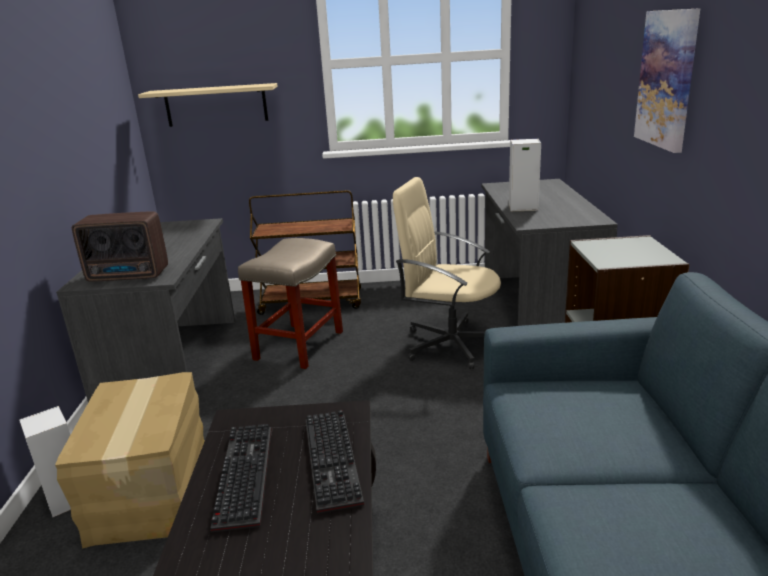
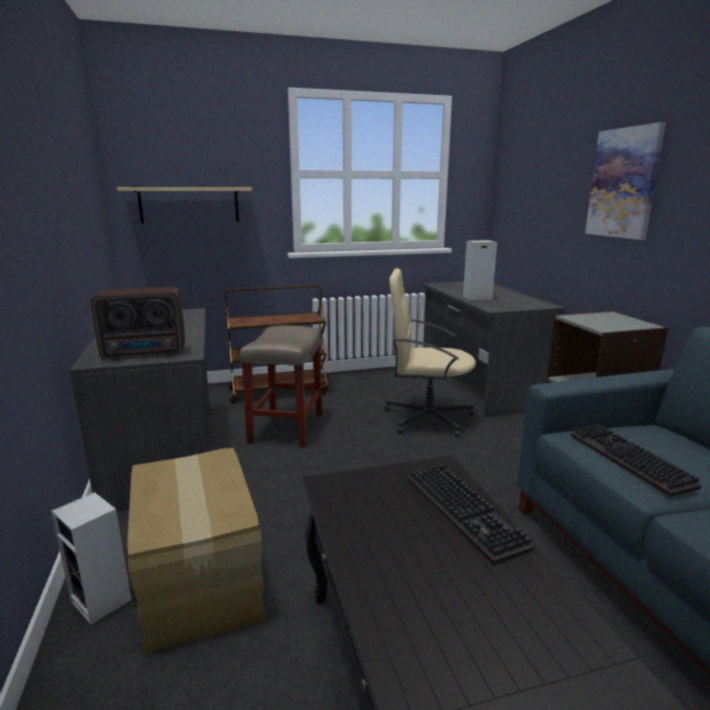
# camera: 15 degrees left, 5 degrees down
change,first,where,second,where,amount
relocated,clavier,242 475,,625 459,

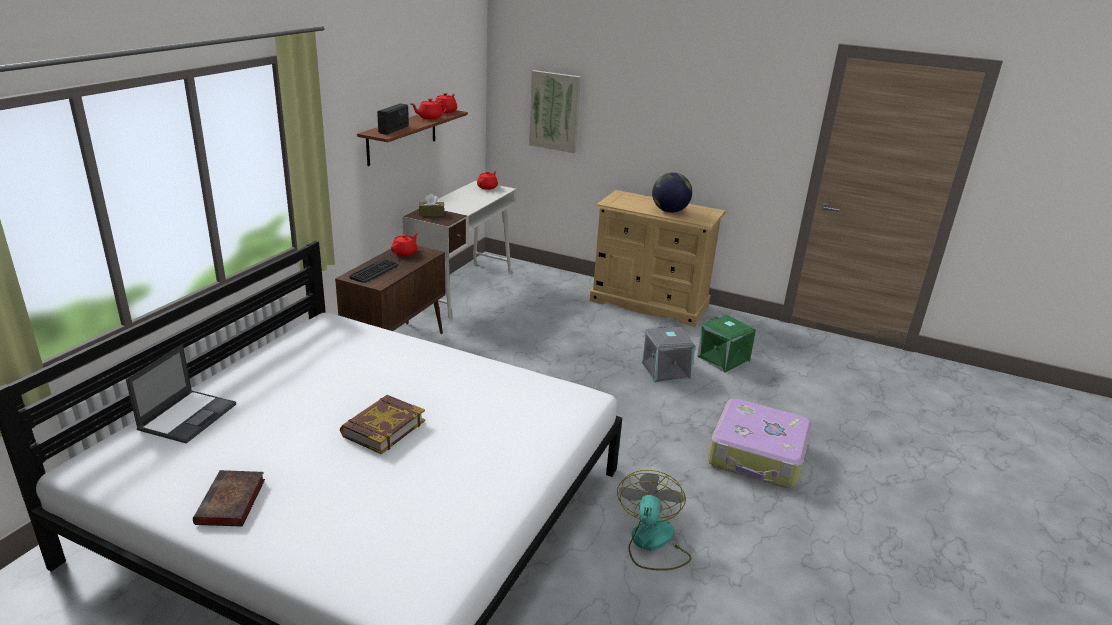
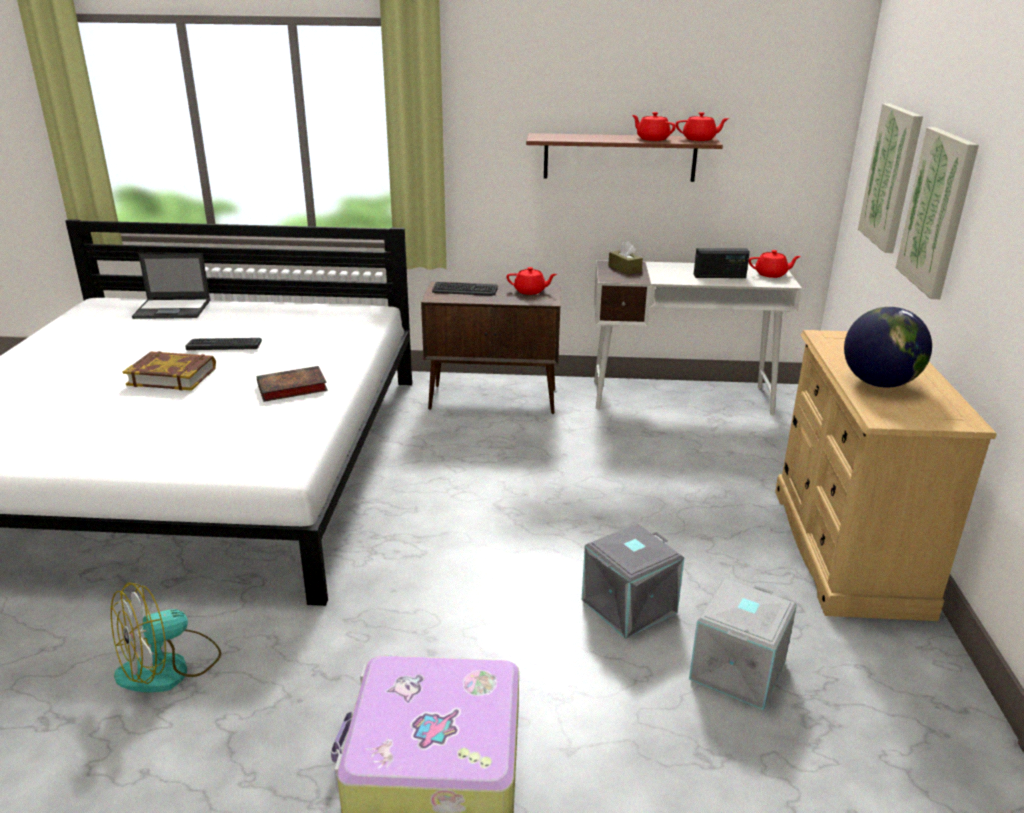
# camera: 70 degrees right, 0 degrees up
change,first,where,second,where,amount
appeared,,,clavier,224 344,
appeared,,,tableau,937 212,
relocated,livre,231 503,,290 388,
relocated,radio,394 129,,719 276,
colour,boîte de rangement (vert),722 359,boîte de rangement (gris),736 669,
spun,ventilateur,652 544,,169 667,150 degrees clockwise

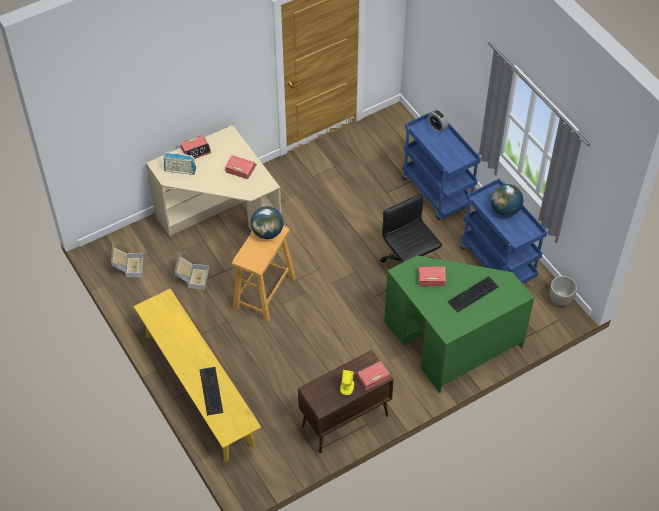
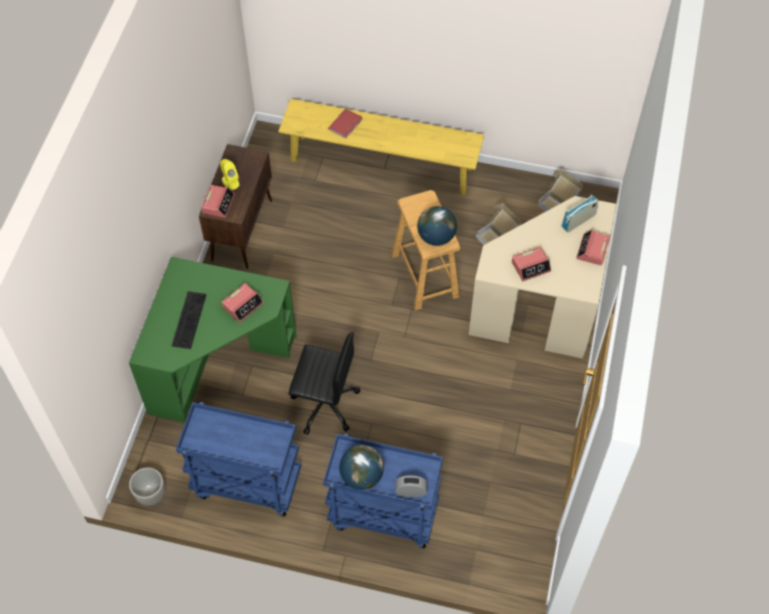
# camera: 135 degrees right, 5 degrees up
change,first,where,second,where,amount
relocated,globe,505 210,,361 476,
exchanged,clavier,210 390,livre (rouge),346 124,

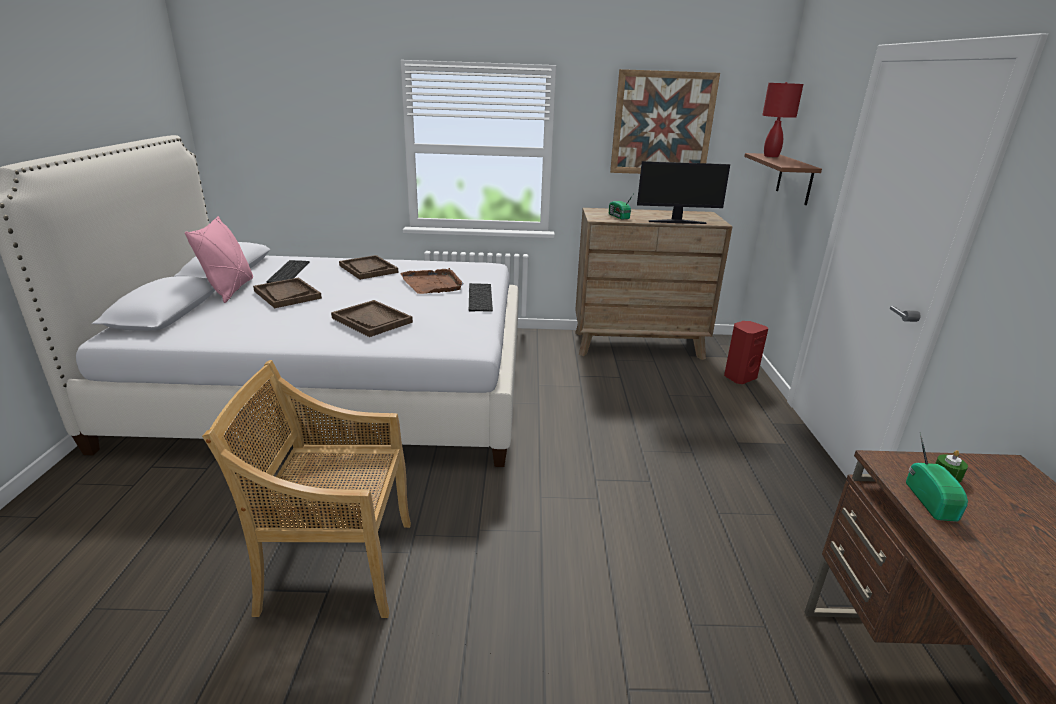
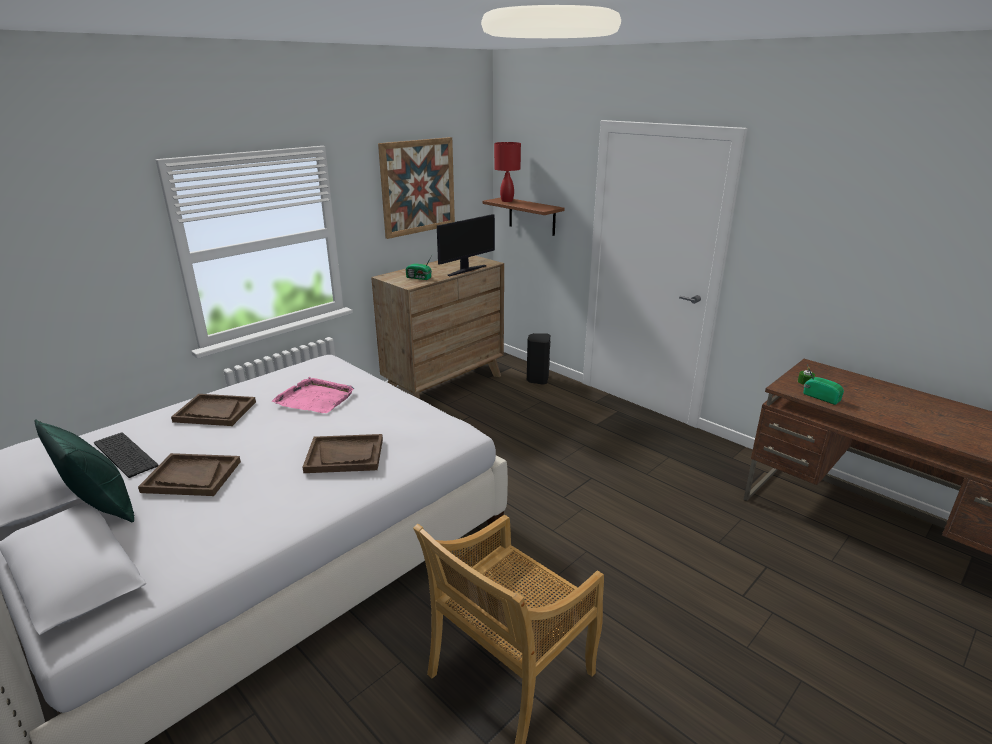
# camera: 45 degrees left, 0 degrees up
change,first,where,second,where,amount
missing,clavier,478 297,,,
colour,coussin (rose),230 290,coussin (vert),101 507,
colour,plateau (marron),433 284,plateau (rose),315 398,
colour,enceinte (rouge),738 377,enceinte (noir),537 379,

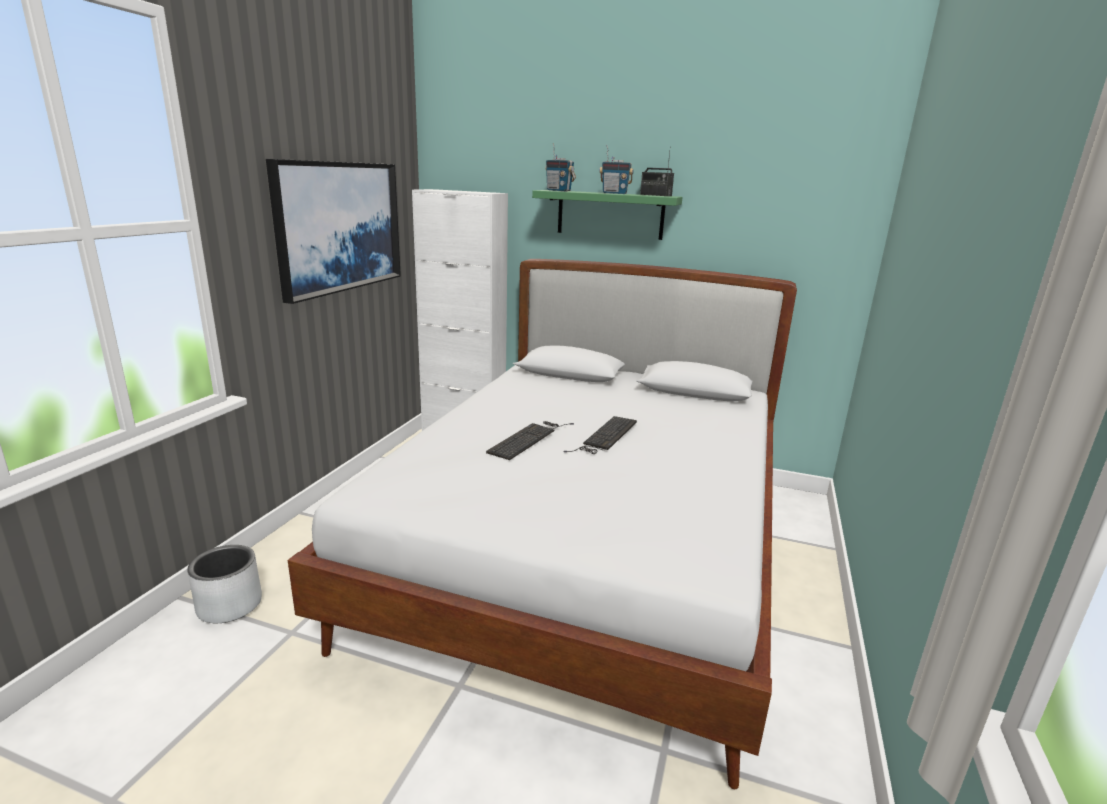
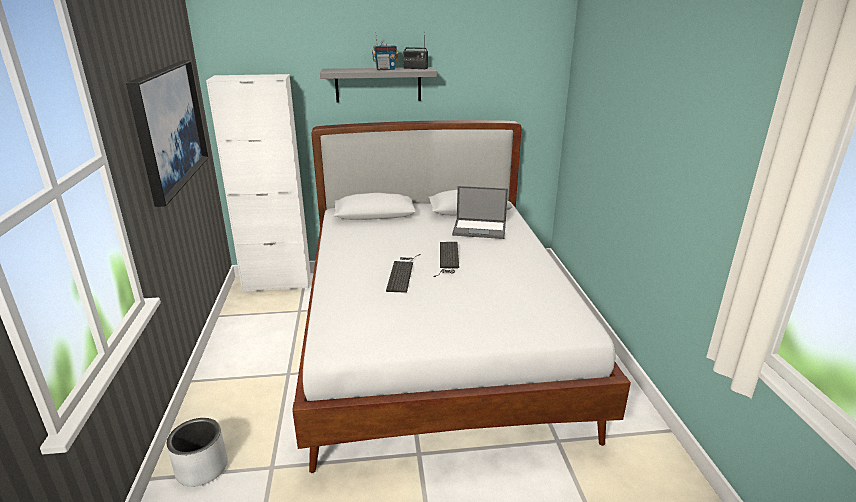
# camera: 25 degrees left, 5 degrees up
change,first,where,second,where,amount
missing,radio,559 190,,,
appeared,,,ordinateur portable,480 229,
colour,étagère (vert),610 214,étagère (gris),378 84,

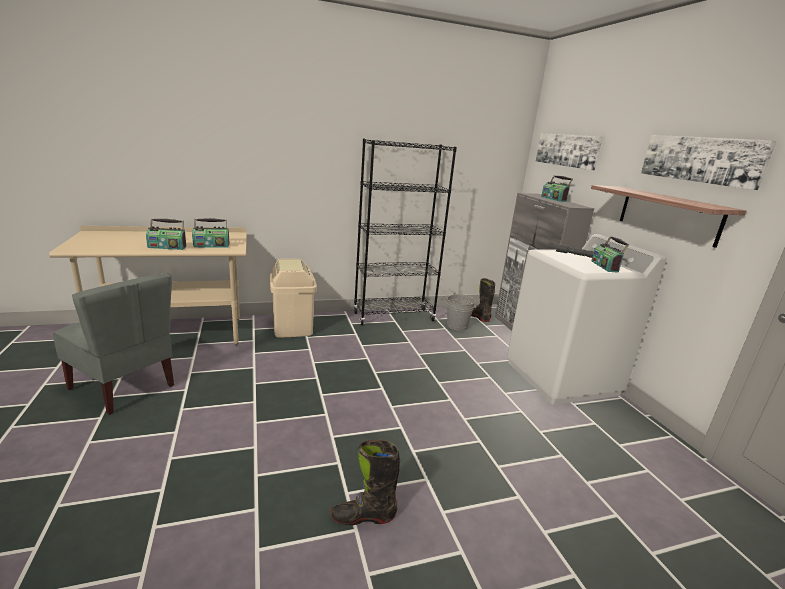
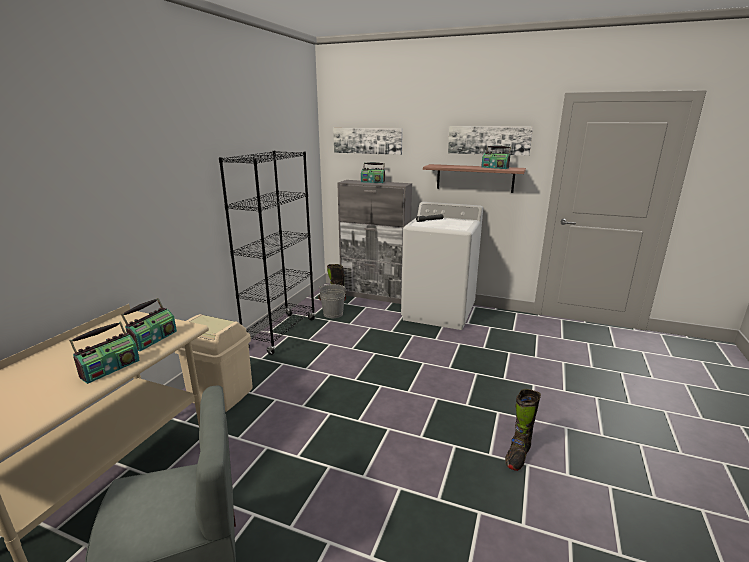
# camera: 50 degrees left, 0 degrees up
change,first,where,second,where,amount
relocated,radio,605 266,,495 167,

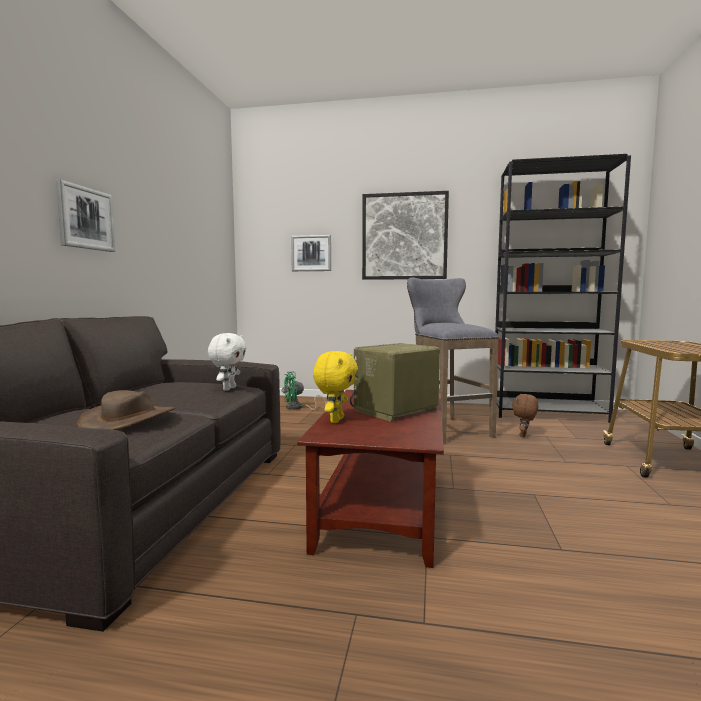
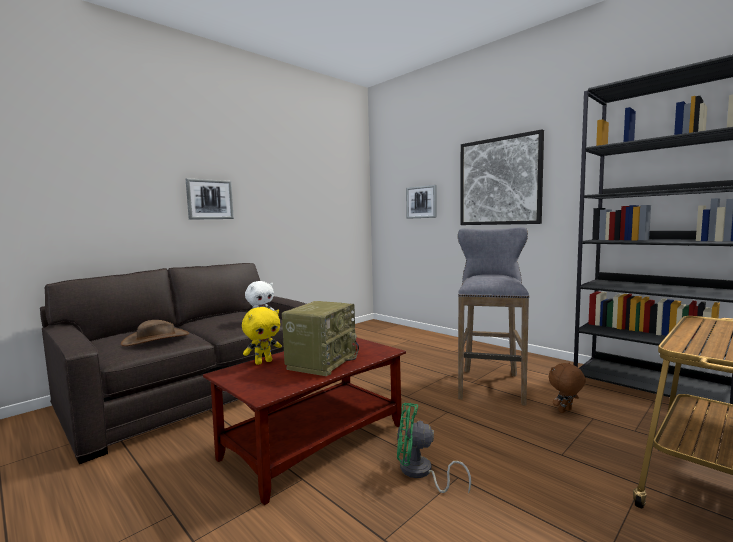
# camera: 35 degrees right, 0 degrees up
change,first,where,second,where,amount
relocated,ventilateur (vert),298 408,,420 473,
spun,radio,395 411,,321 362,120 degrees clockwise

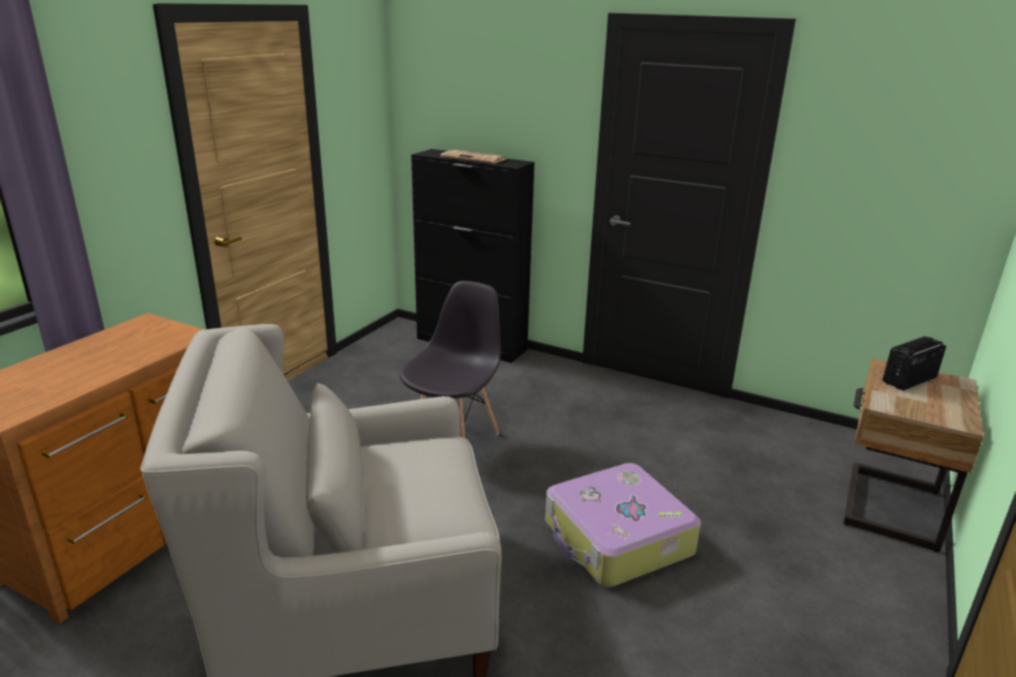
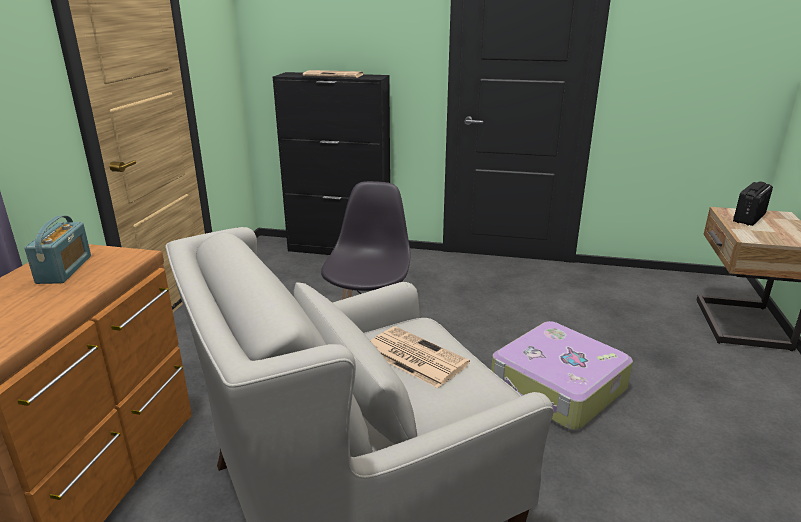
# camera: 15 degrees left, 0 degrees up
change,first,where,second,where,amount
appeared,,,radio,64 269,
appeared,,,journal,413 356,

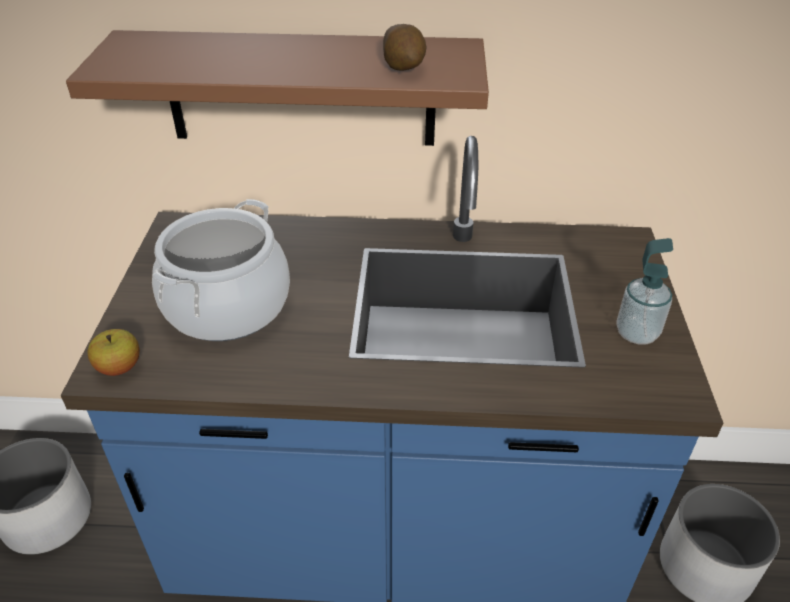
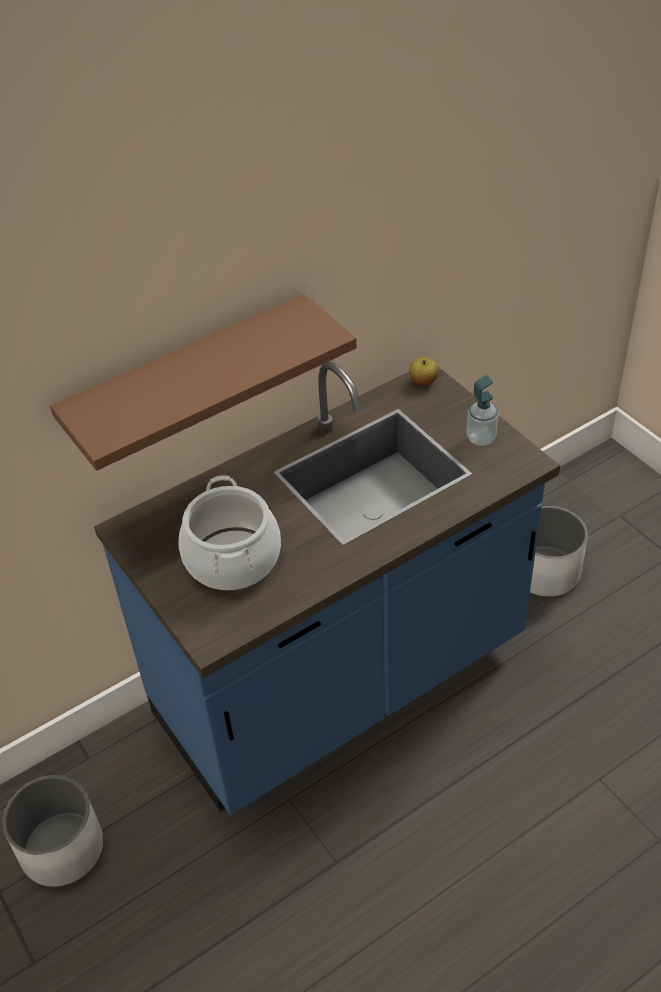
# camera: 35 degrees left, 5 degrees up
change,first,where,second,where,amount
missing,pomme de terre,404 66,,,
relocated,pomme,119 367,,423 381,

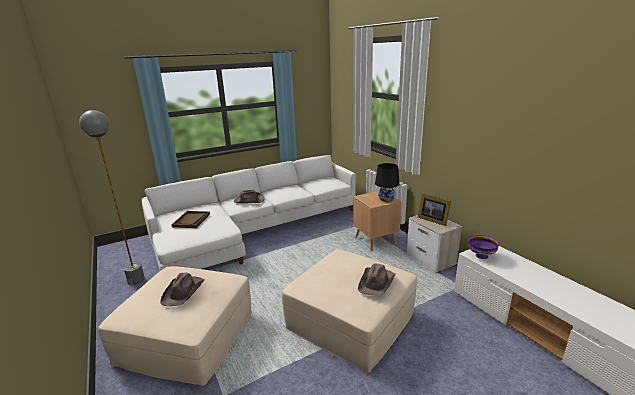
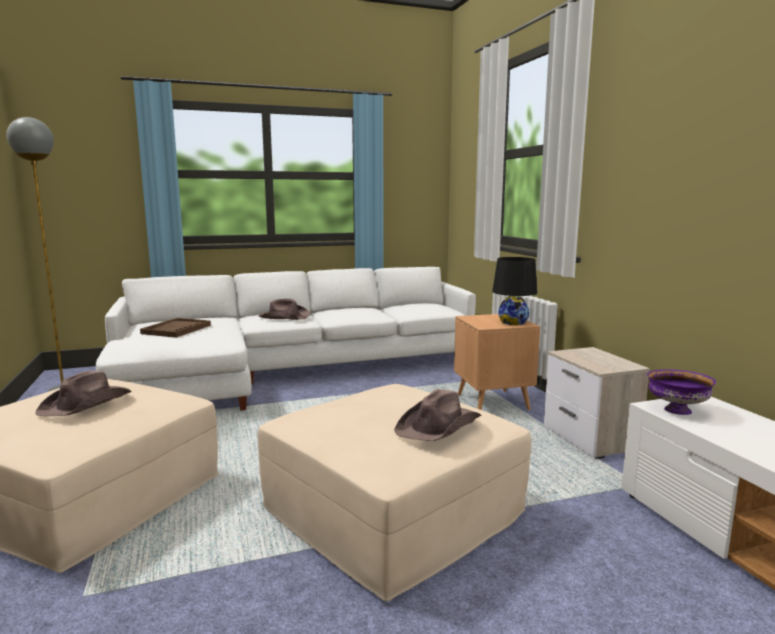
# camera: 10 degrees right, 10 degrees down
change,first,where,second,where,amount
missing,cadre photo,432 220,,,

